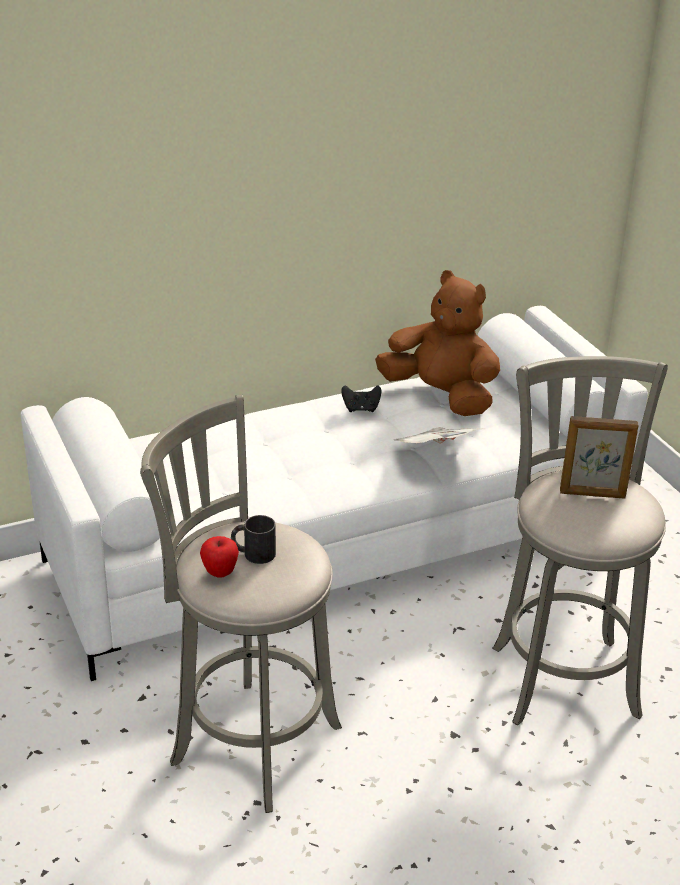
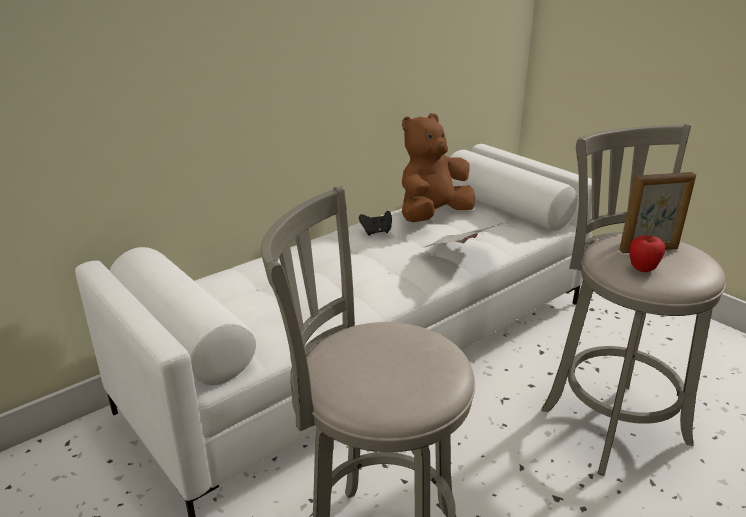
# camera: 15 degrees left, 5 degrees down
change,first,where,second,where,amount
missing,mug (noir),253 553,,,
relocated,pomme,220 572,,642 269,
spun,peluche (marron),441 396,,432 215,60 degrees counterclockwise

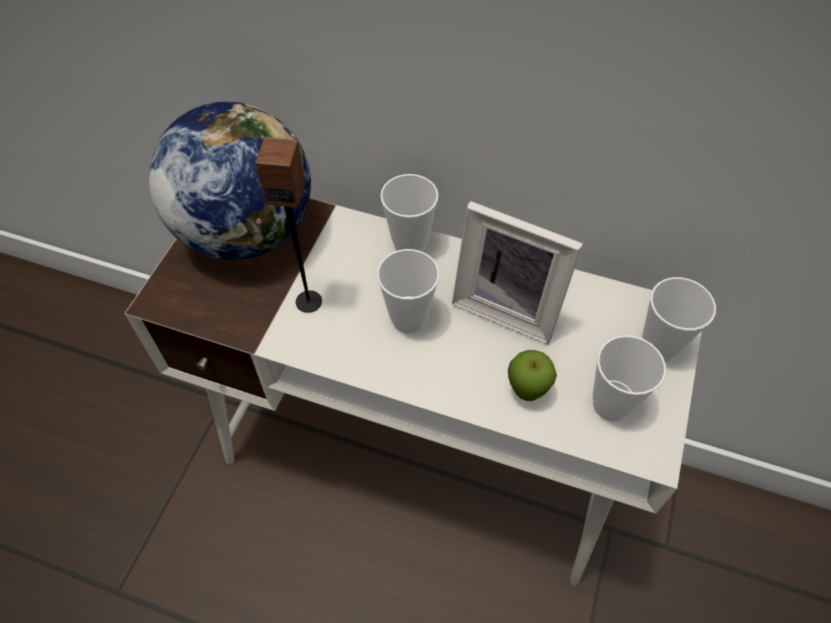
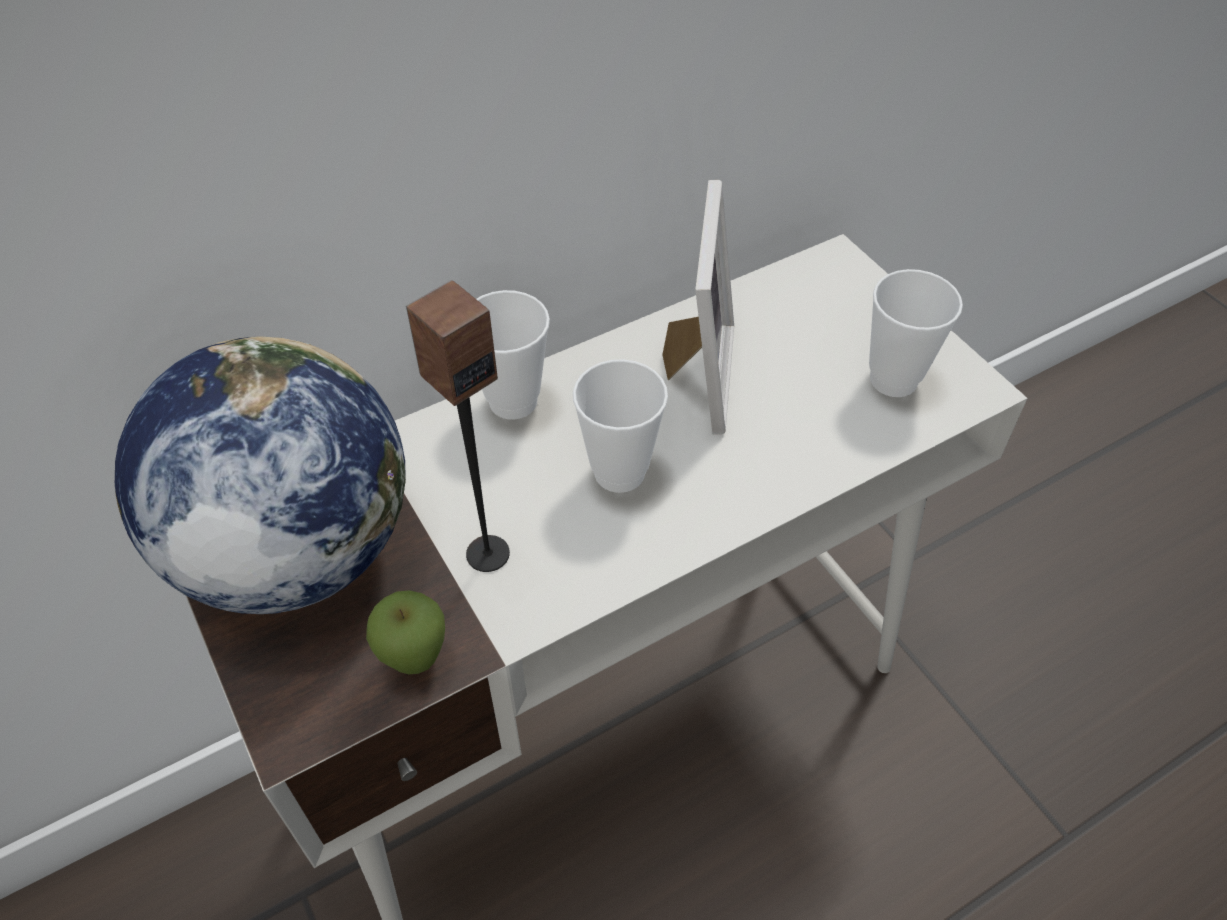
# camera: 50 degrees left, 5 degrees down
change,first,where,second,where,amount
missing,tasse,659 347,,,
relocated,pomme,526 392,,415 661,
spun,cadre photo,508 307,,694 376,60 degrees counterclockwise

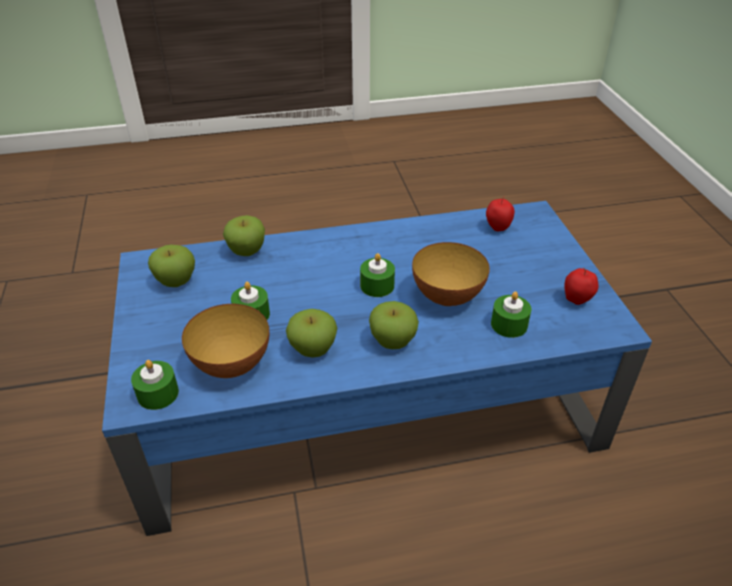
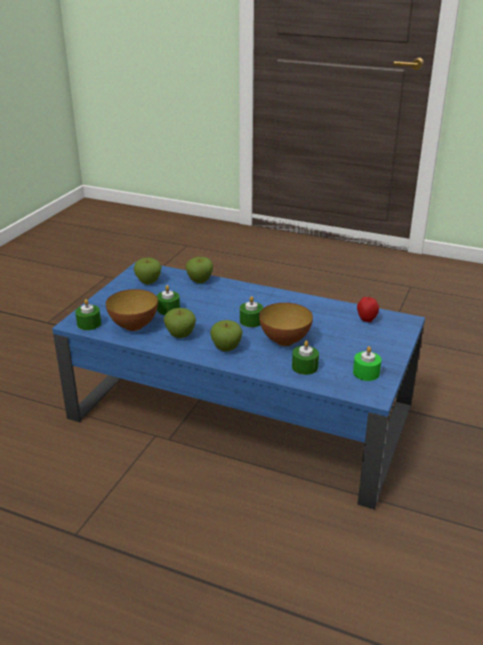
# camera: 35 degrees right, 10 degrees down
change,first,where,second,where,amount
exchanged,pomme,576 300,bougie (vert),366 373,

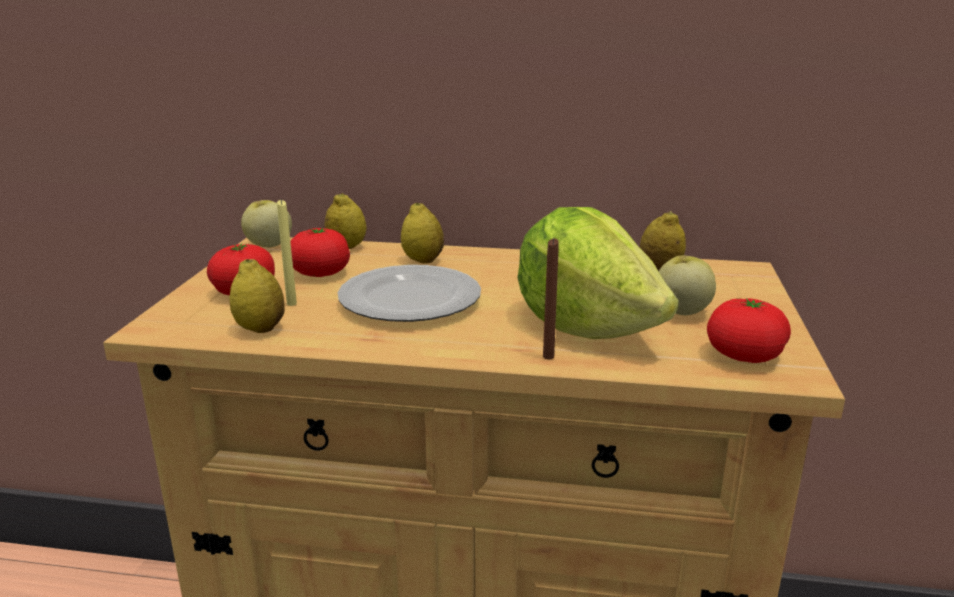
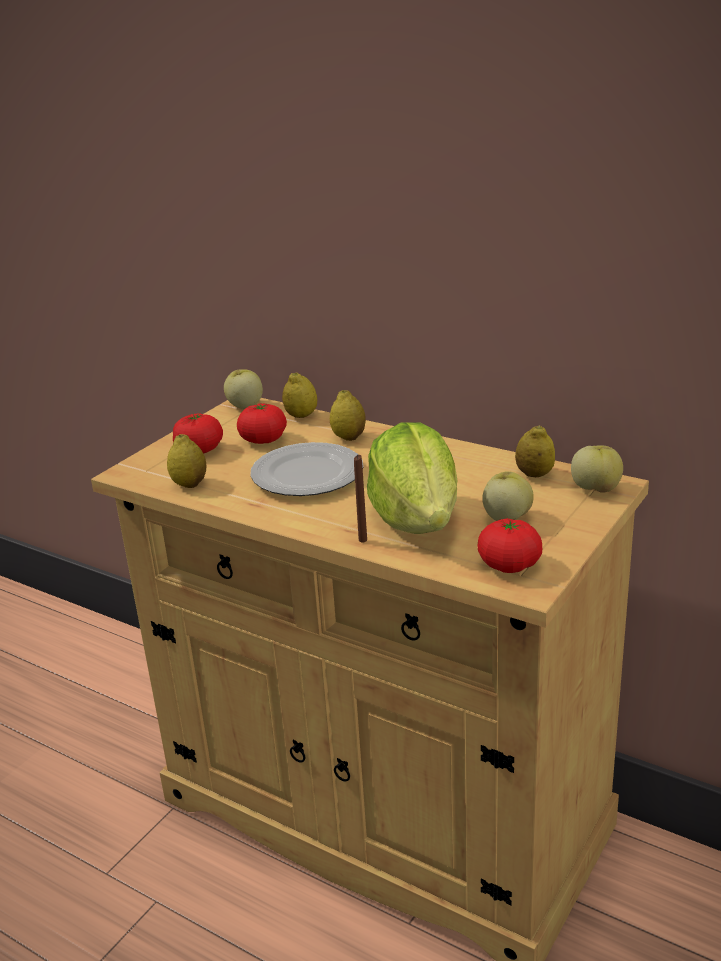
# camera: 25 degrees right, 5 degrees up
change,first,where,second,where,amount
missing,bougie (jaune),291 304,,,
appeared,,,pomme,595 489,

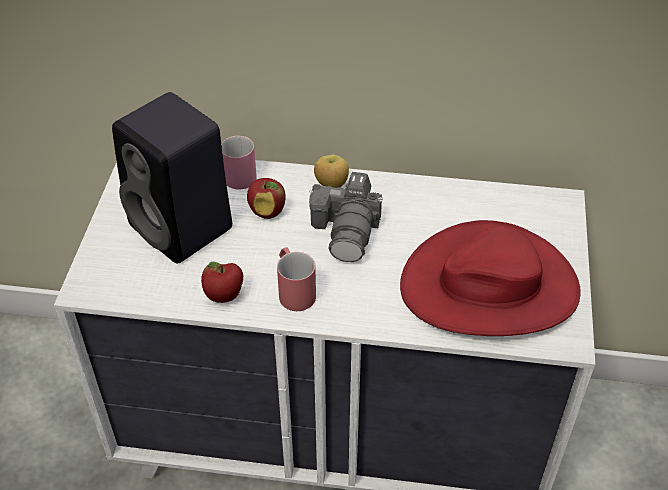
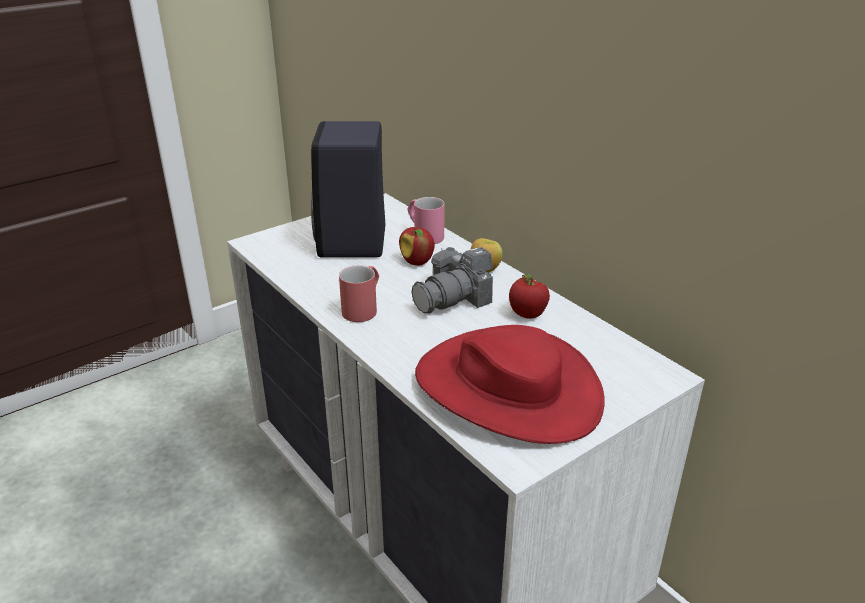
# camera: 45 degrees right, 15 degrees down
change,first,where,second,where,amount
relocated,pomme,224 297,,526 315,

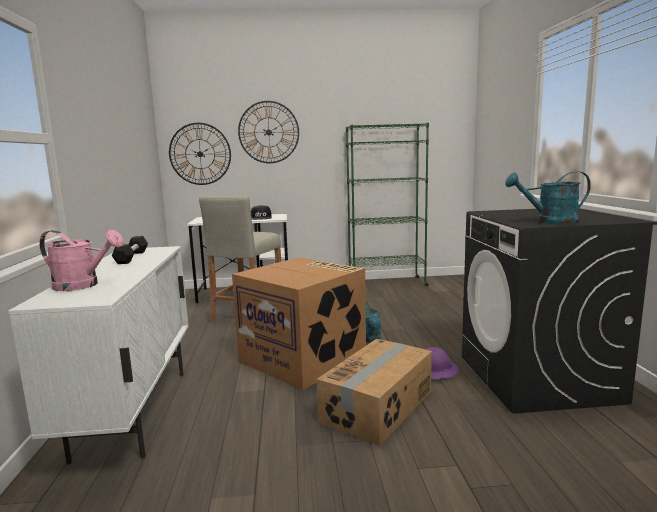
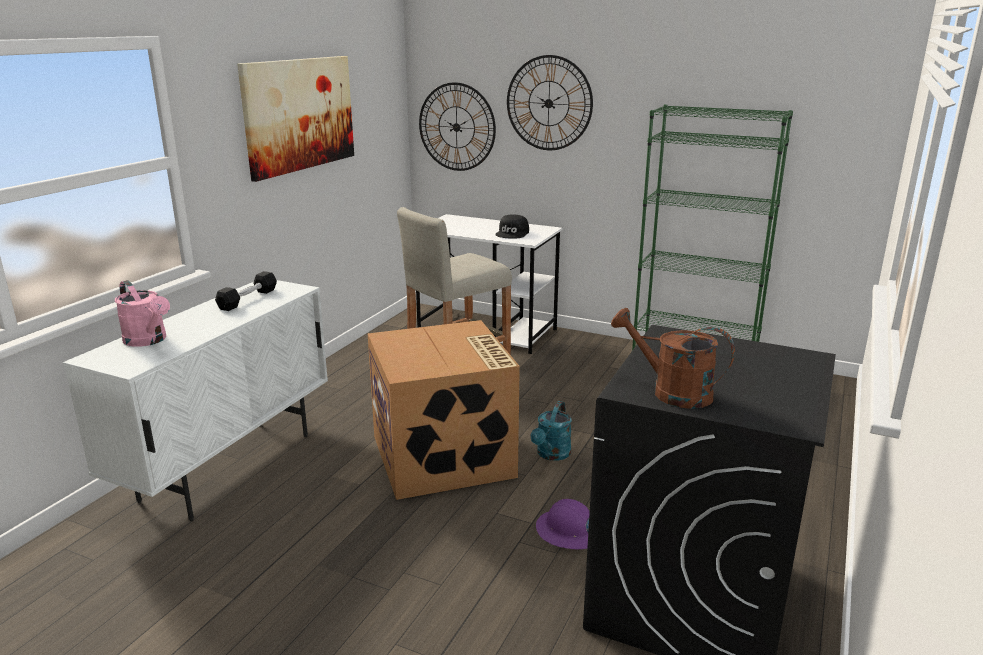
# camera: 30 degrees right, 10 degrees up
change,first,where,second,where,amount
missing,carton,378 407,,,
appeared,,,tableau,299 114,
colour,arrosoir (turquoise),549 222,arrosoir (marron),671 392,

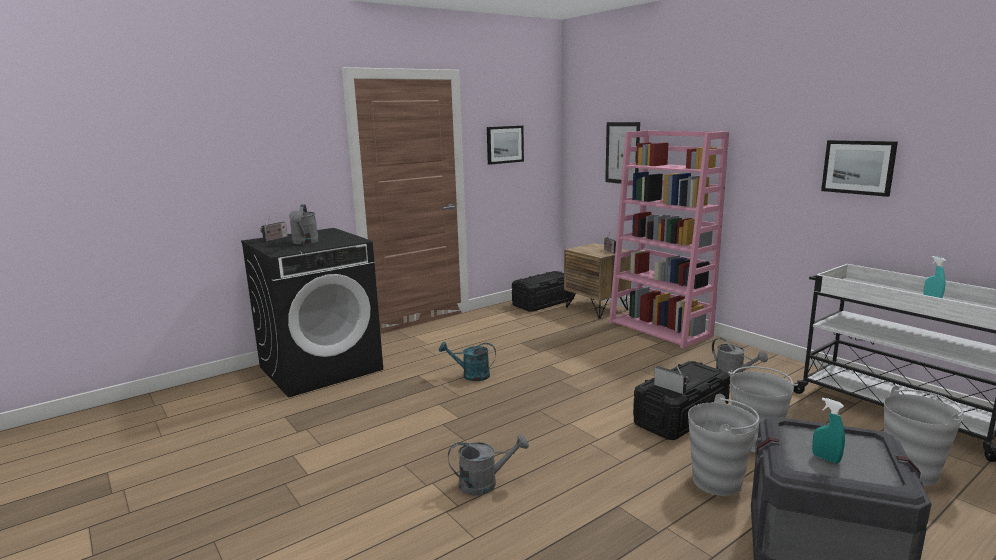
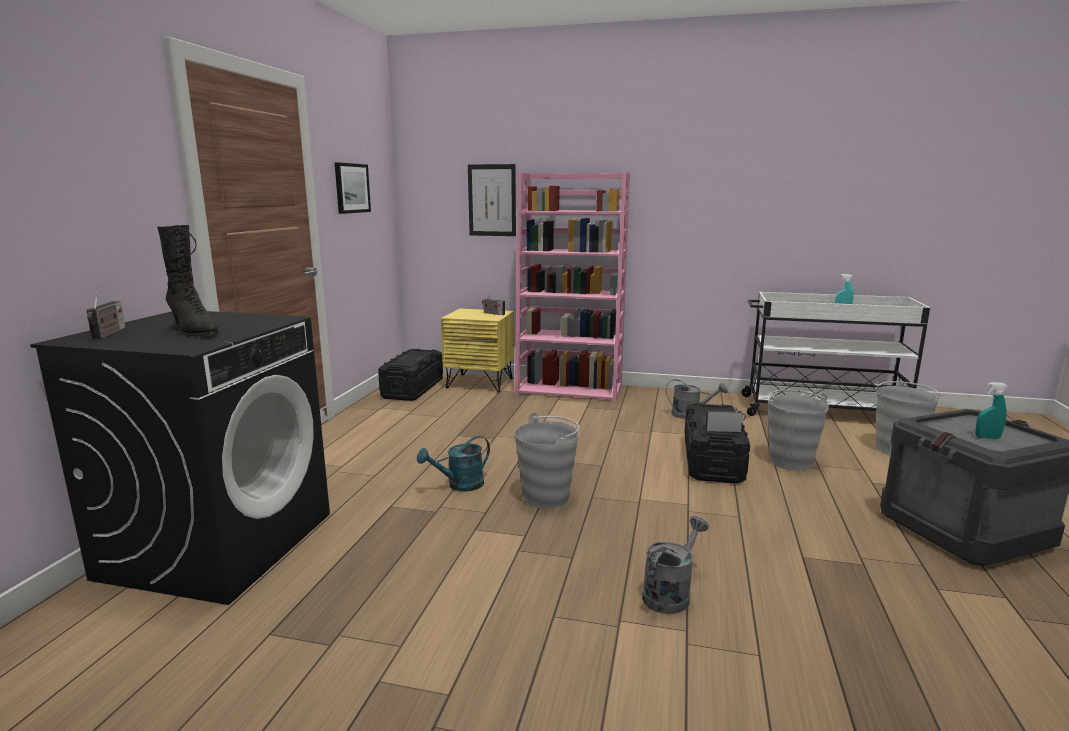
# camera: 40 degrees left, 0 degrees up
change,first,where,second,where,amount
missing,tableau,858 167,,,
relocated,seau (gris),717 482,,546 497,
exchanged,arrosoir (gris),305 242,botte (noir),194 331,
colour,table de chevet (marron),597 308,table de chevet (jaune),480 383,

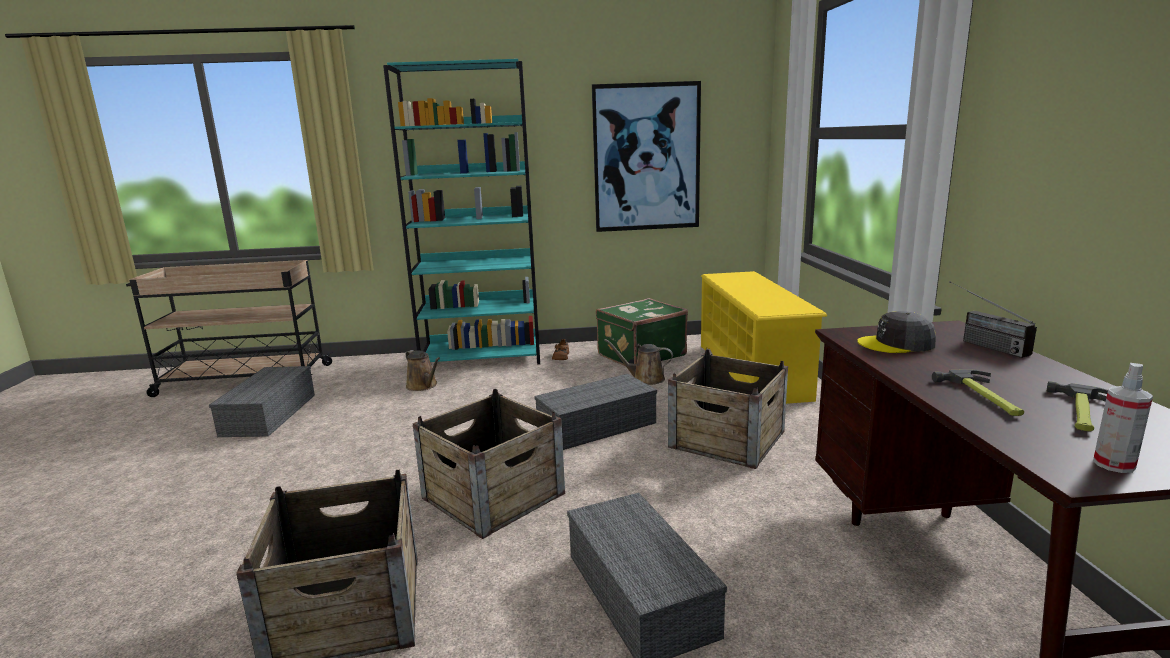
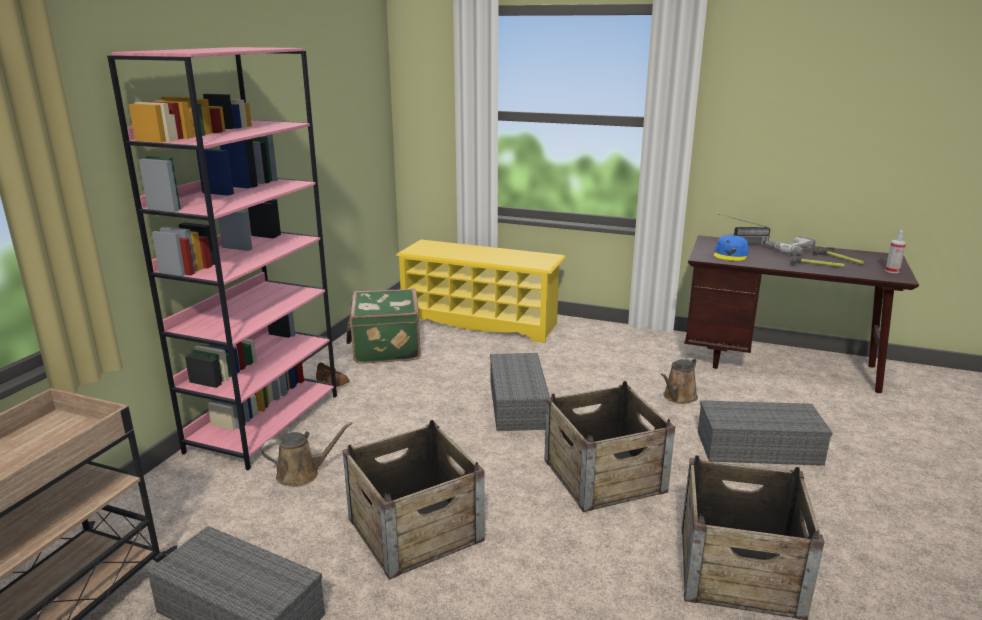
# camera: 65 degrees left, 5 degrees up
change,first,where,second,where,amount
missing,tableau,646 158,,,
appeared,,,perceuse,789 249,
relocated,arrosoir (marron),645 379,,678 397,
relocated,caisse,727 439,,415 528,
colour,bibliothèque (turquoise),483 358,bibliothèque (rose),264 422,
colour,casquette (gris),896 344,casquette (bleu),730 255,

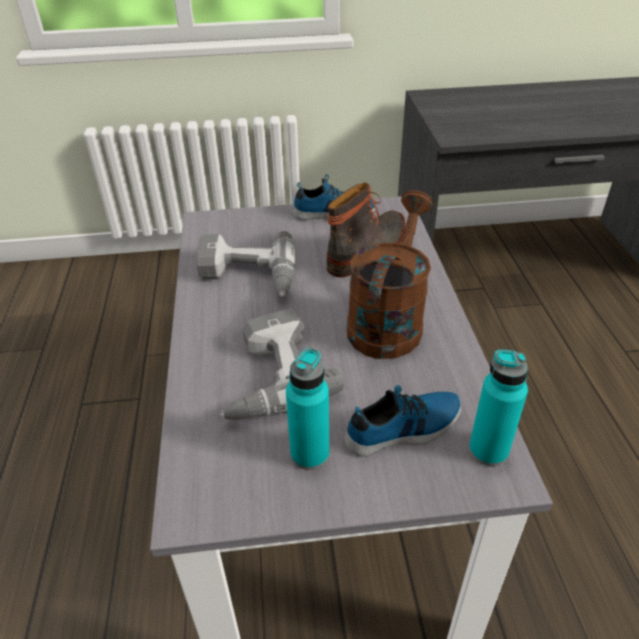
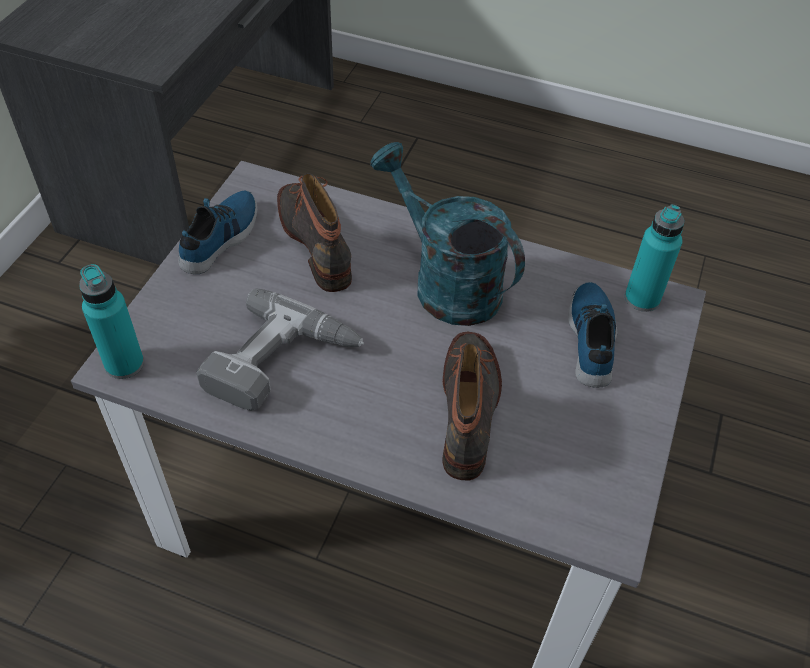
# camera: 65 degrees left, 10 degrees up
change,first,where,second,where,amount
relocated,bouteille (turquoise),310 453,,124 364,
exchanged,perceuse,269 377,botte,470 410,
colour,arrosoir (marron),388 320,arrosoir (turquoise),445 282,

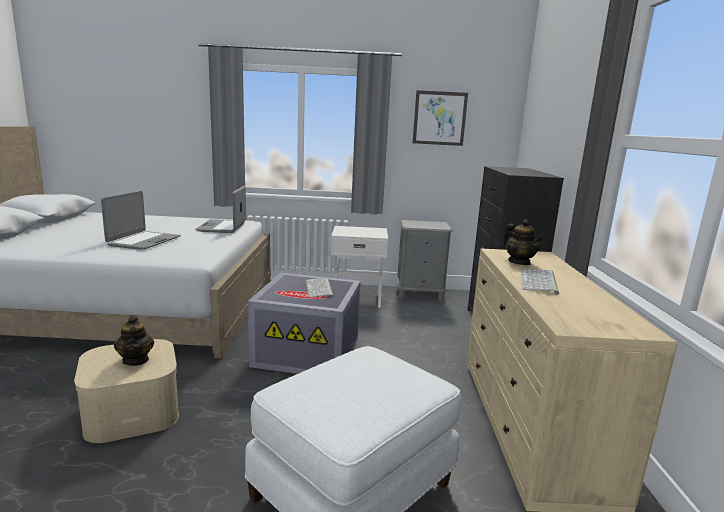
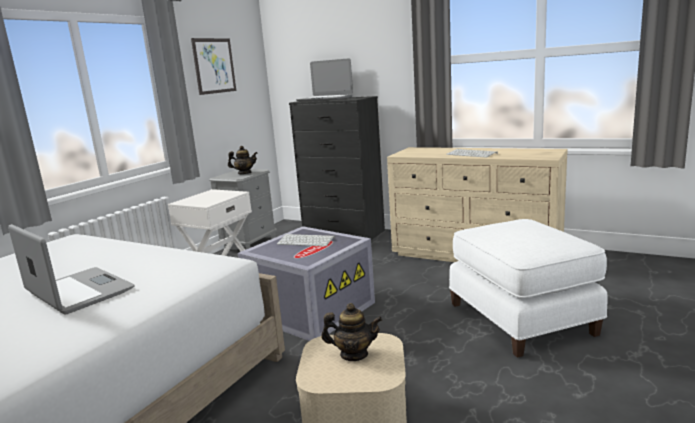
# camera: 60 degrees left, 0 degrees up
change,first,where,second,where,amount
relocated,ordinateur portable,222 227,,325 99,
relocated,théière,519 262,,244 173,

